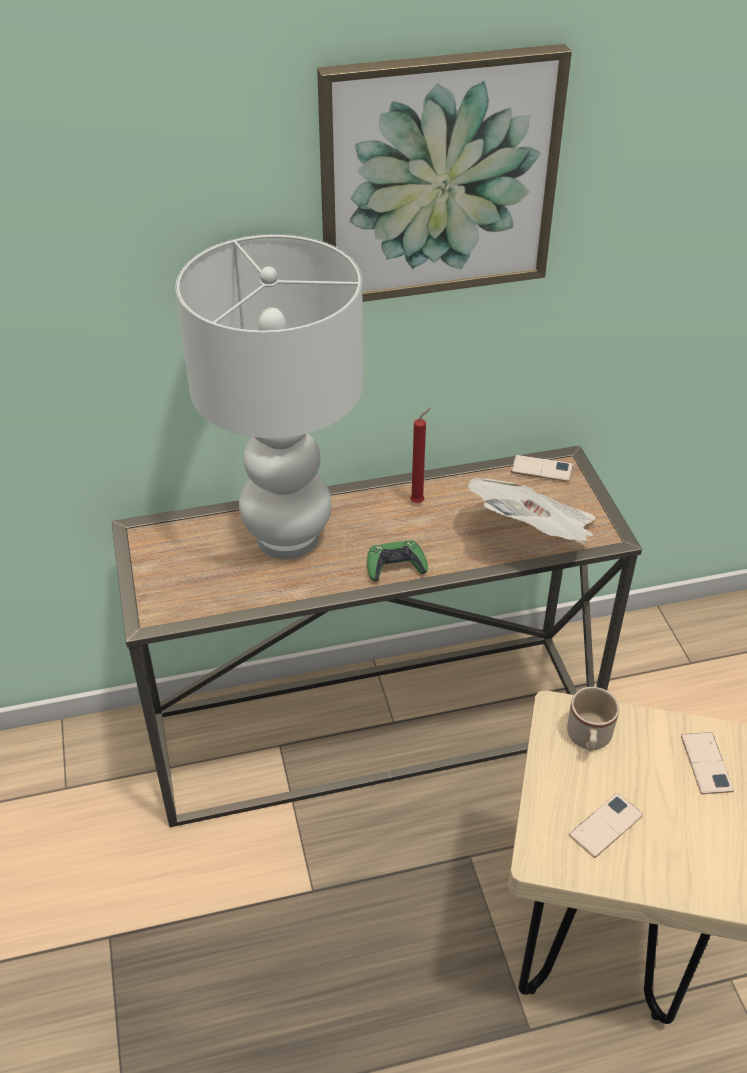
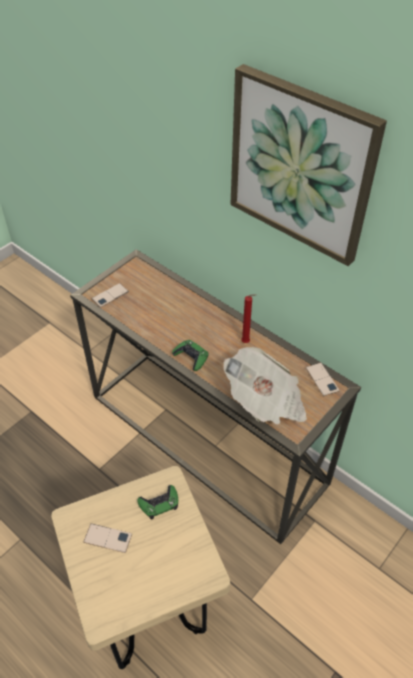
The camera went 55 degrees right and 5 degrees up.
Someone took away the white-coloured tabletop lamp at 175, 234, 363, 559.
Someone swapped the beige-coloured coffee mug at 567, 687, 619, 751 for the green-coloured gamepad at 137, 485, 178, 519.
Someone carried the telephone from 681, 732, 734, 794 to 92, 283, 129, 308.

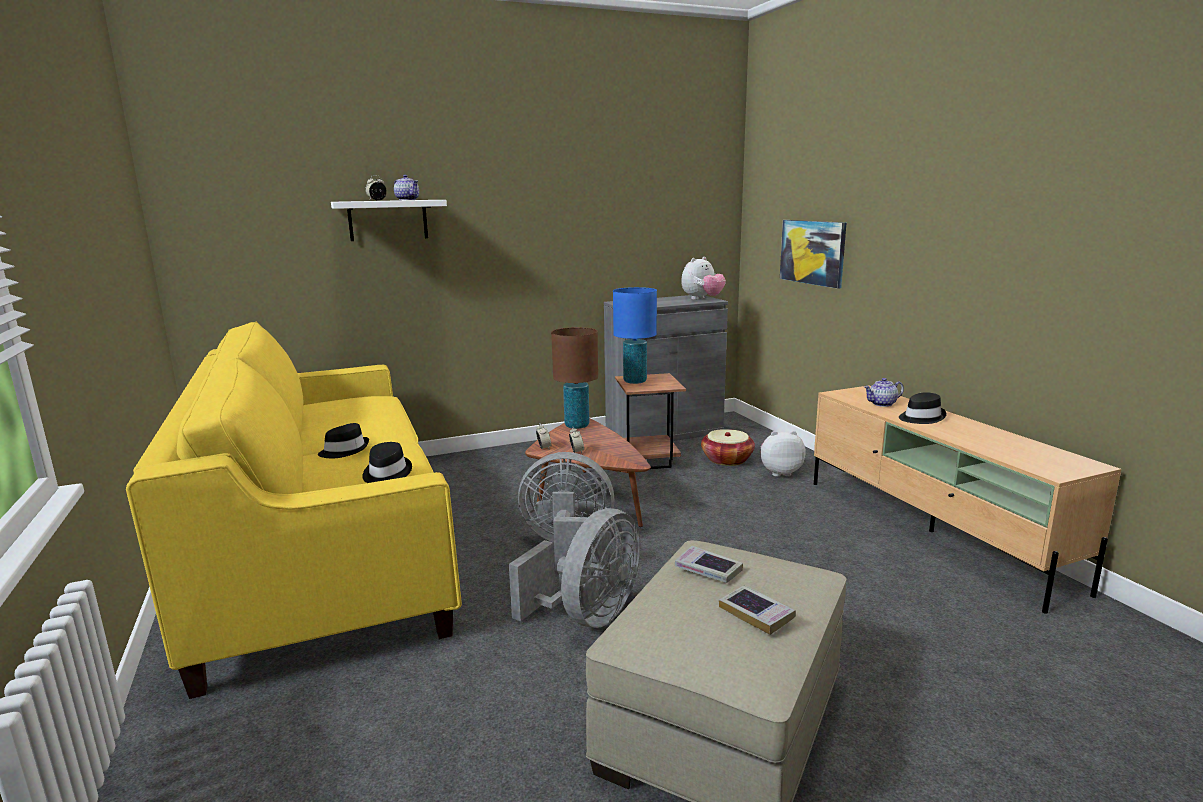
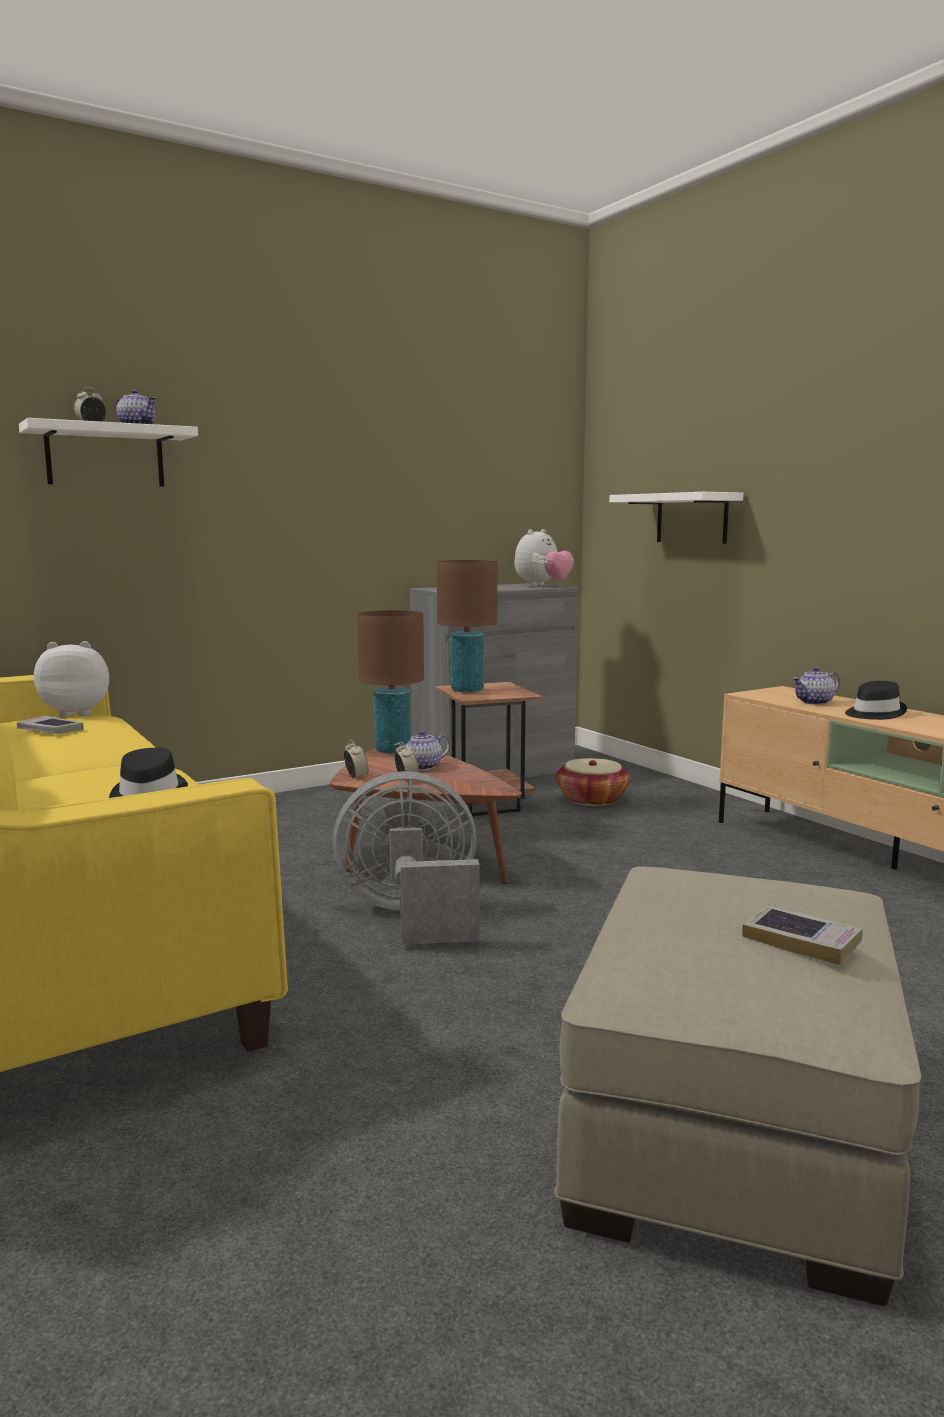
The camera went 10 degrees left and 5 degrees down.
Someone took away the blackish clothing hat at 318, 423, 369, 458.
Someone took away the grey fan at 509, 508, 640, 628.
Someone repainted the blue tabletop lamp at 613, 287, 657, 384, which became the brown-coloured tabletop lamp at 437, 560, 498, 693.
Someone carried the volume from 675, 546, 743, 583 to 17, 716, 83, 734.
Someone carried the cuddly toy from 760, 431, 806, 477 to 34, 641, 109, 717.
Someone swapped the picture at 780, 220, 846, 289 for the white-coloured wall shelf at 609, 492, 744, 544.
Someone put down the teapot at 395, 731, 450, 770.

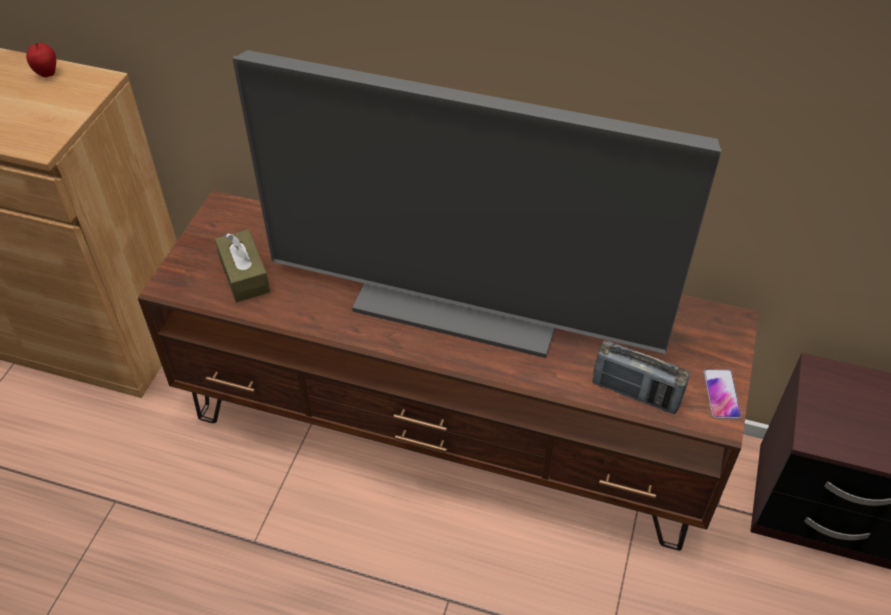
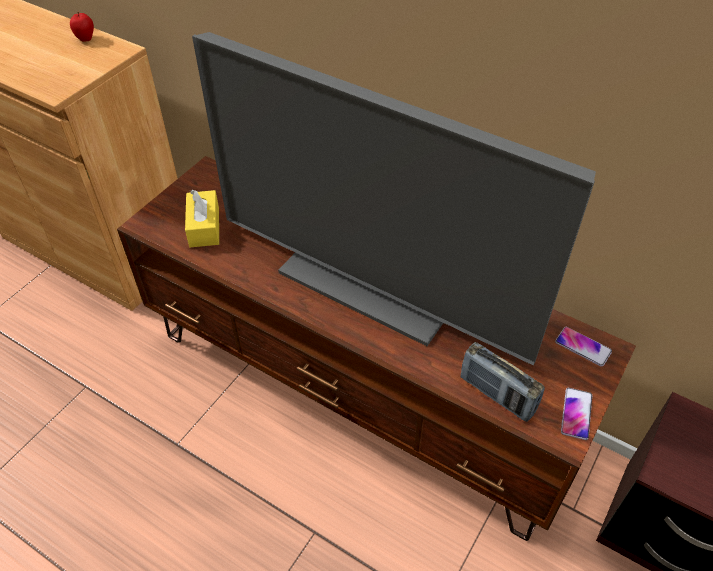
The camera went 15 degrees right and 0 degrees up.
Someone repainted the brown-coloured tissue holder at 215, 229, 270, 302, which became the yellowish tissue holder at 185, 189, 219, 247.
Someone put down the telephone at 555, 327, 612, 367.

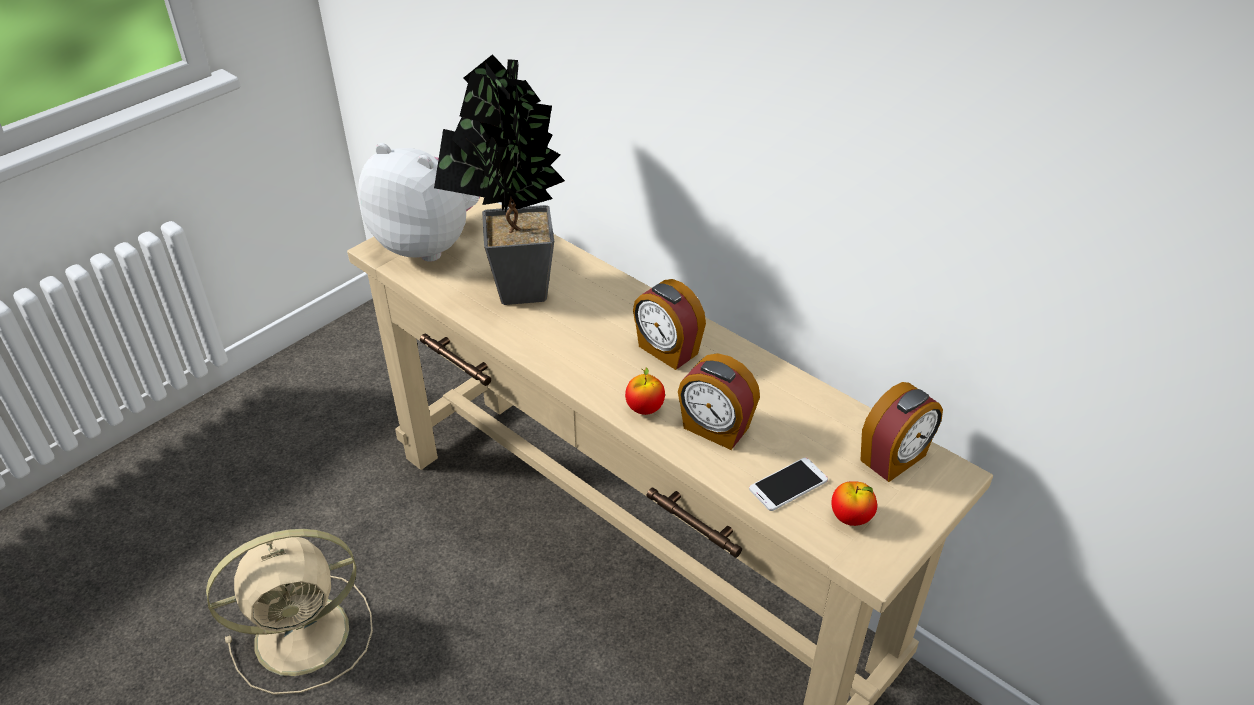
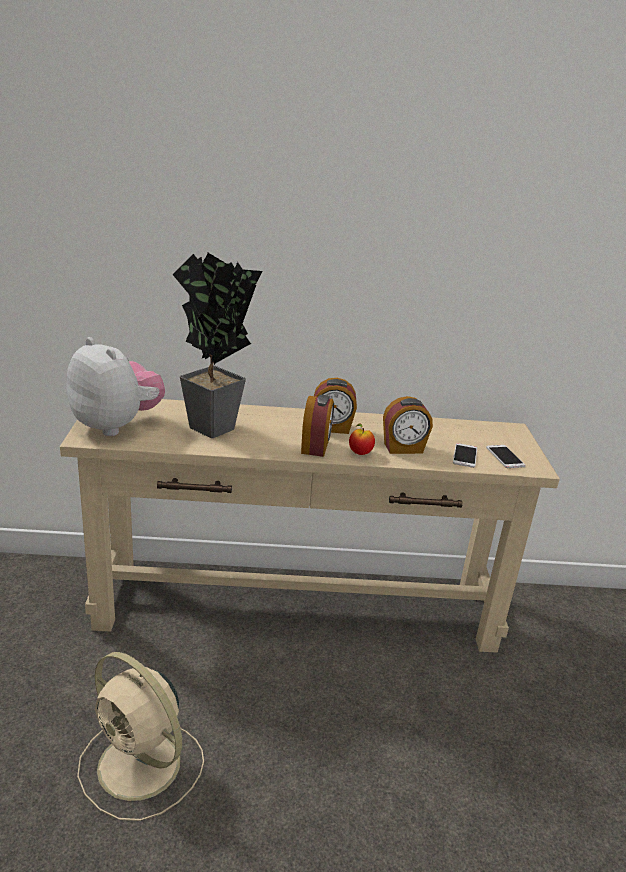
The camera went 45 degrees left and 15 degrees down.
Someone rotated the beige-coloured fan at 206, 529, 373, 695 by 105 degrees clockwise.
Someone rotated the cuddly toy at 358, 143, 480, 262 by 60 degrees clockwise.
Someone swapped the apple at 831, 481, 877, 526 for the telephone at 486, 445, 525, 468.
Someone carried the table clock from 860, 382, 943, 482 to 301, 395, 334, 457.

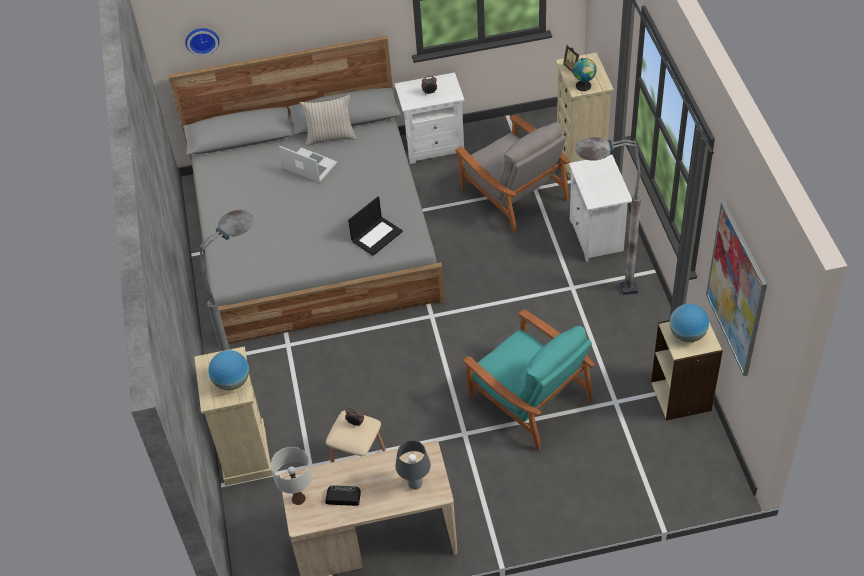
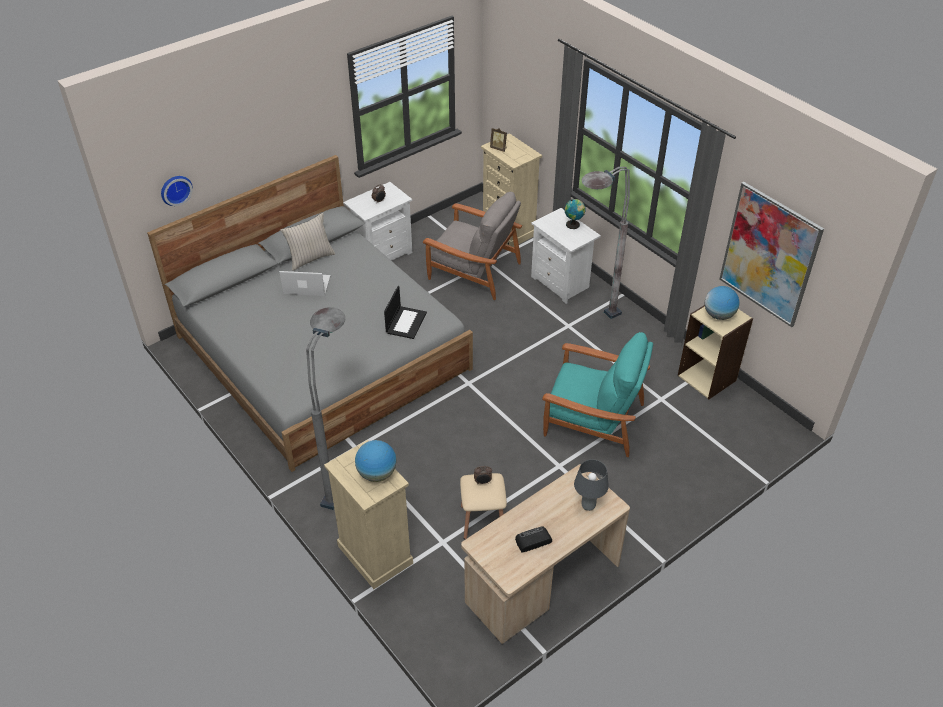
The camera went 30 degrees left and 5 degrees down.
Someone took away the white-coloured tabletop lamp at 271, 447, 312, 505.
Someone carried the globe from 573, 58, 597, 91 to 565, 199, 586, 229.

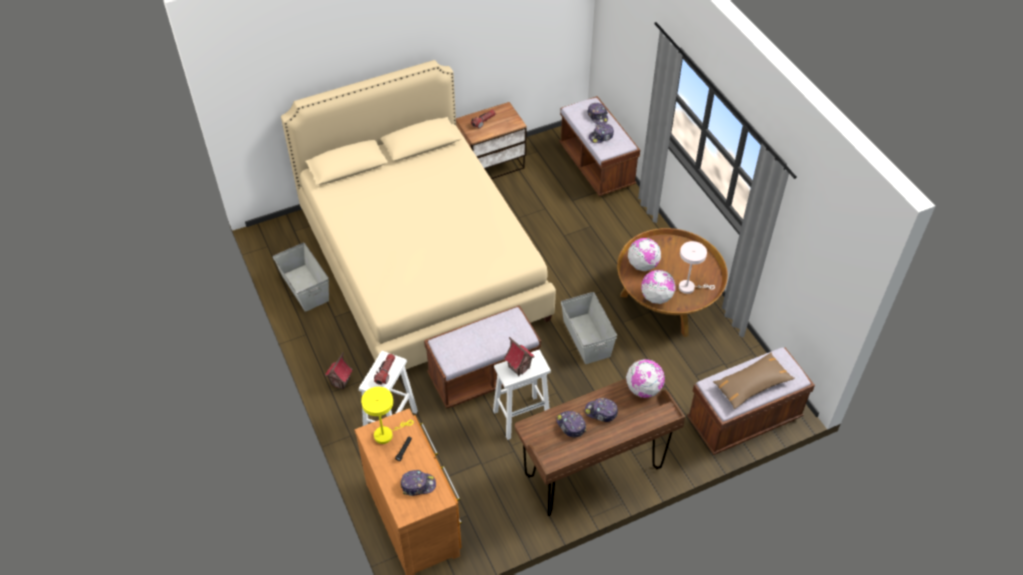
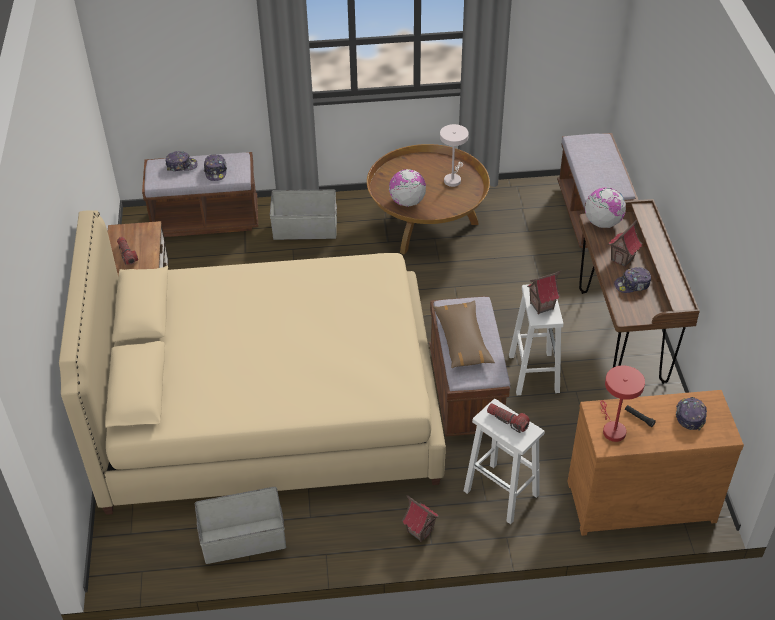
The camera went 70 degrees left and 5 degrees down.
Someone repainted the yellowish tabletop lamp at 361, 387, 414, 444, which became the red-coloured tabletop lamp at 600, 366, 645, 442.
Someone carried the grey storage bin from 561, 292, 617, 364 to 270, 189, 337, 240.
Someone swapped the baseball cap at 585, 398, 618, 422 for the toy house at 608, 220, 642, 267.
Someone took away the globe at 641, 270, 676, 304.
Someone carried the brown-coloured pillow from 713, 352, 795, 409 to 433, 301, 495, 368.

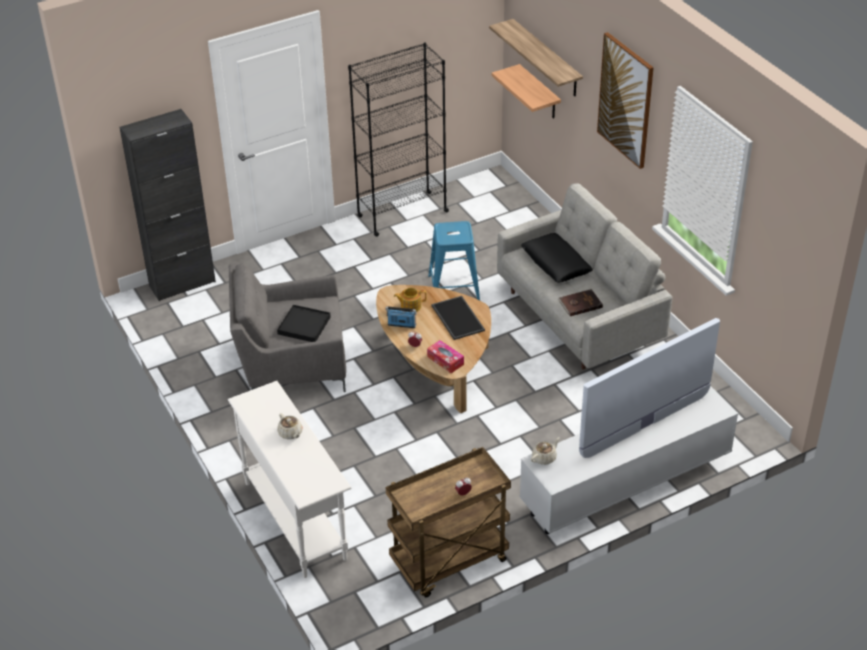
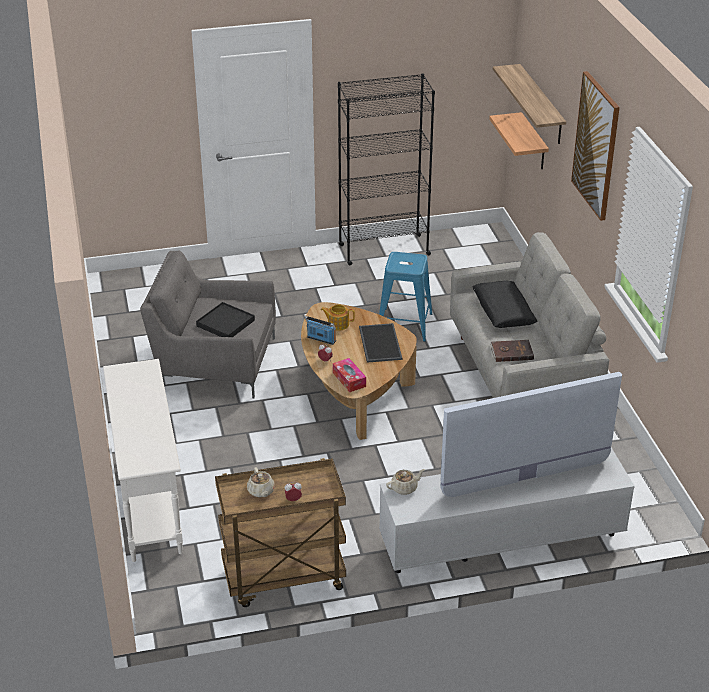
The camera went 15 degrees right and 5 degrees down.
Someone took away the blackish cupboard at 120, 109, 216, 301.
Someone carried the beige-coloured teapot from 277, 413, 303, 439 to 247, 467, 275, 498.

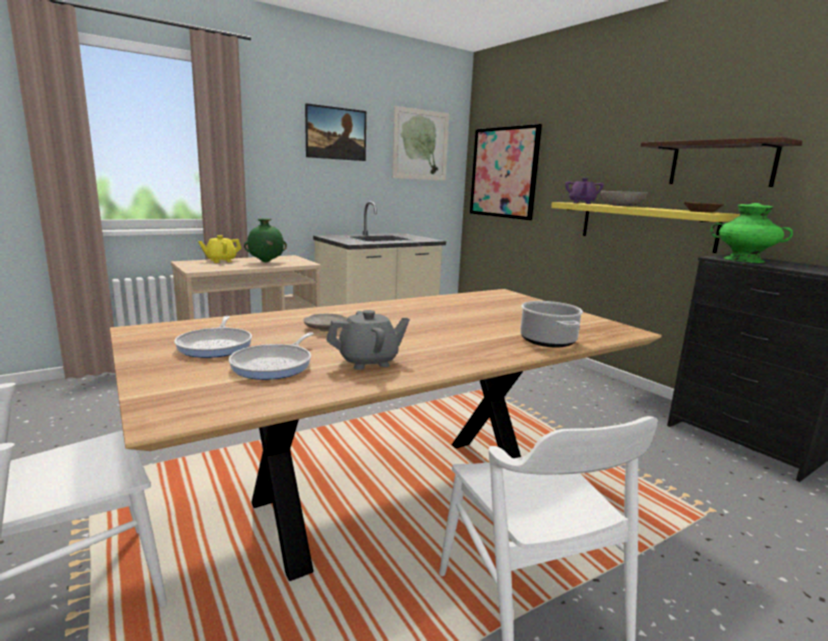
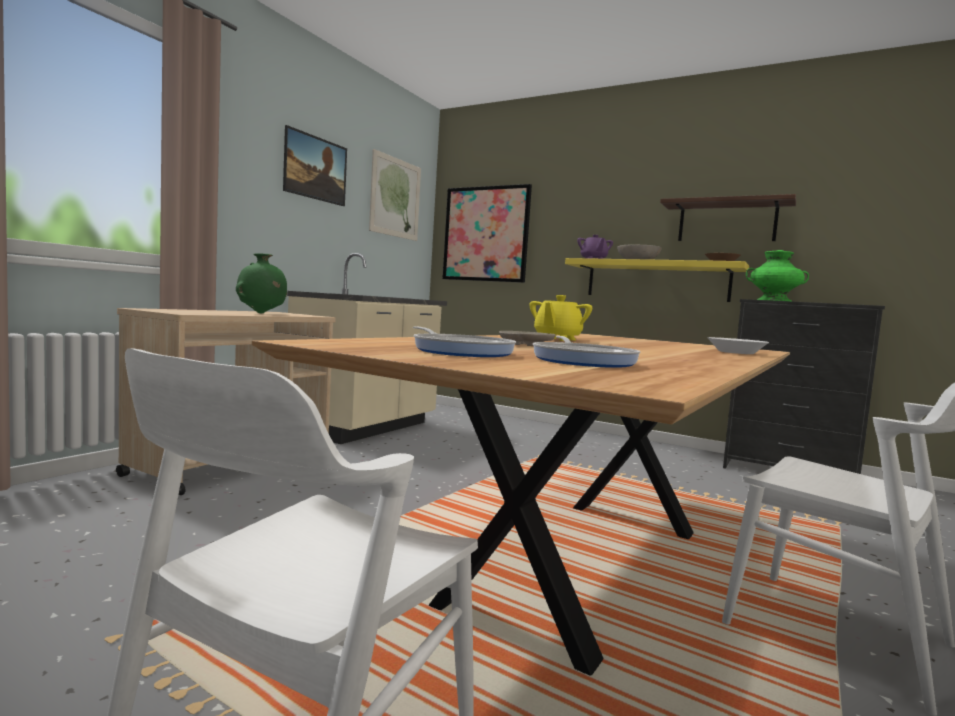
The camera went 25 degrees left and 10 degrees down.
Someone carried the yellowish teapot from 198, 235, 242, 263 to 530, 295, 592, 341.
Someone took away the grey teapot at 326, 310, 410, 370.
Someone swapped the stockpot at 520, 301, 583, 348 for the white-coloured deep dish at 707, 337, 769, 354.

